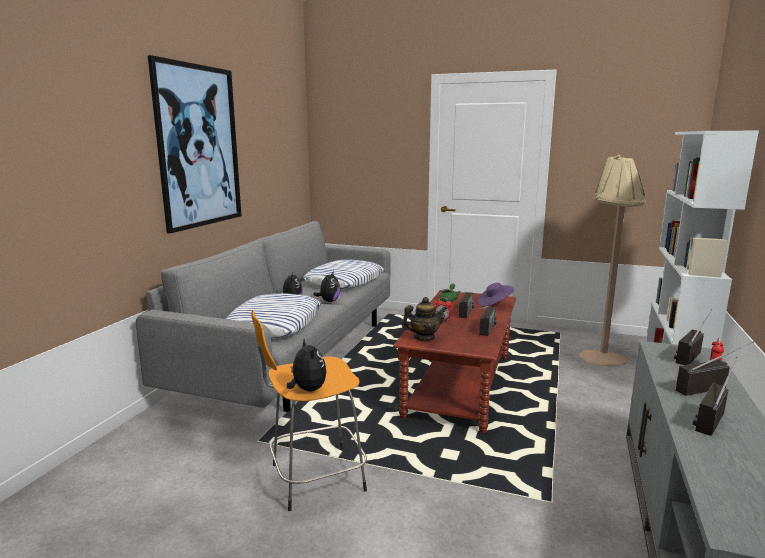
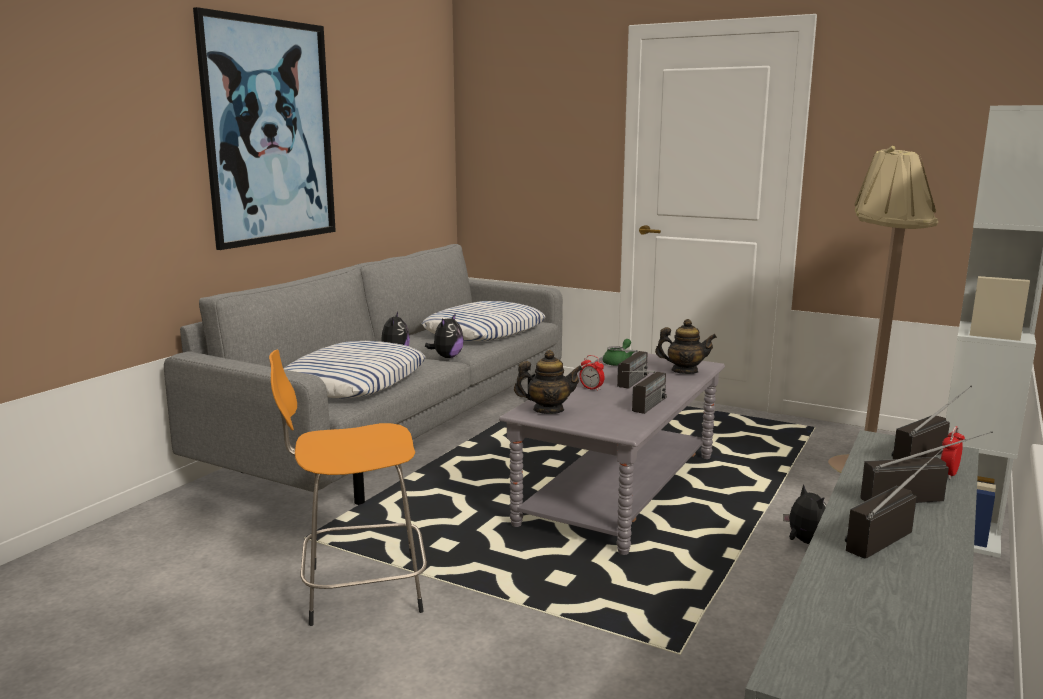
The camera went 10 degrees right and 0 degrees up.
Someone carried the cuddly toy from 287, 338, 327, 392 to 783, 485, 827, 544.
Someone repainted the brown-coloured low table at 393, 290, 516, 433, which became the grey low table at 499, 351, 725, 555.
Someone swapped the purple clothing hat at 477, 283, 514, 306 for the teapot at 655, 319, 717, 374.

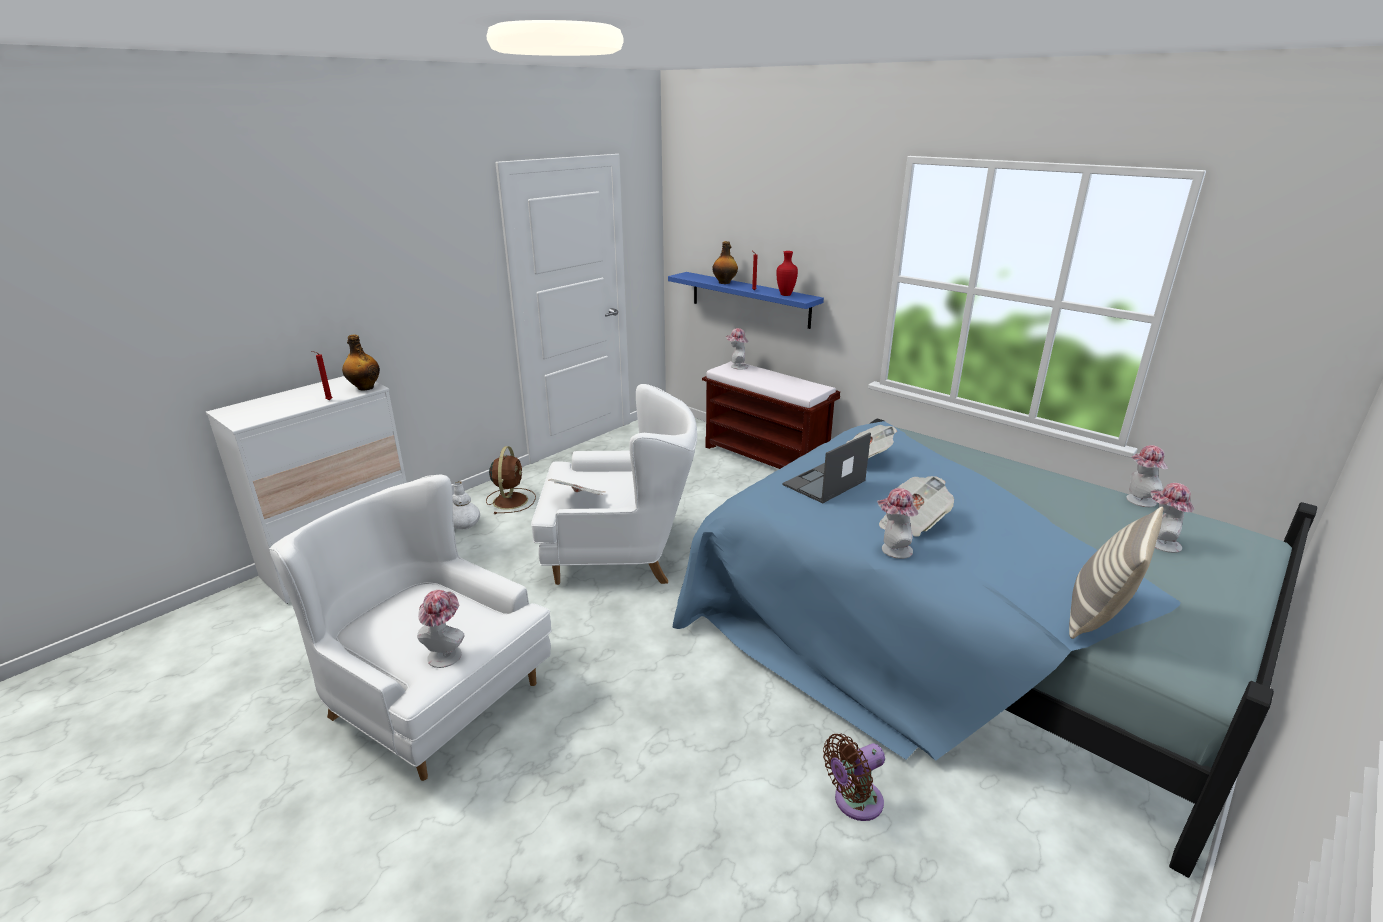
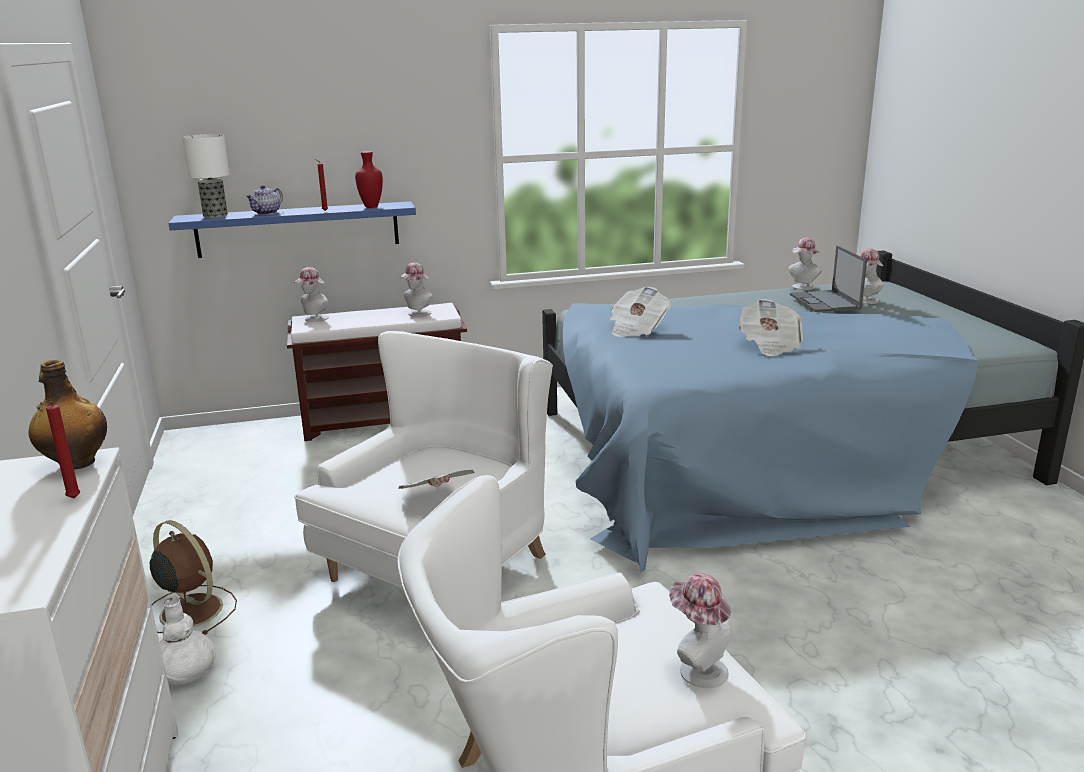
The camera went 55 degrees left and 5 degrees down.
Someone swapped the beverage bottle at 712, 241, 738, 284 for the teapot at 246, 185, 283, 215.
Someone carried the notebook computer from 782, 432, 871, 503 to 790, 245, 867, 312.
Someone took away the brown-coloured fan at 823, 734, 885, 821.
Someone carried the clothing hat from 877, 488, 918, 559 to 401, 263, 433, 317.
Someone took away the pillow at 1069, 507, 1164, 639.
Someone put down the tabletop lamp at 182, 134, 230, 218.

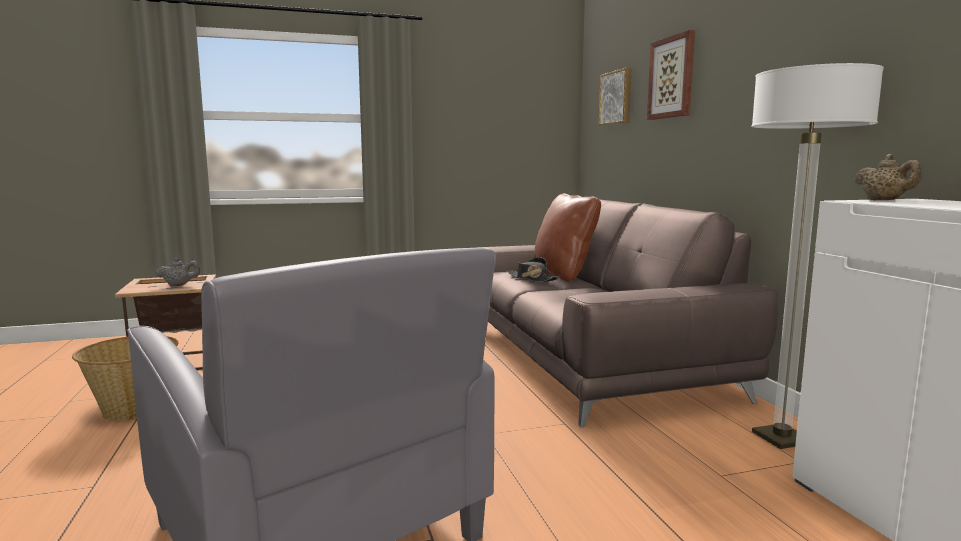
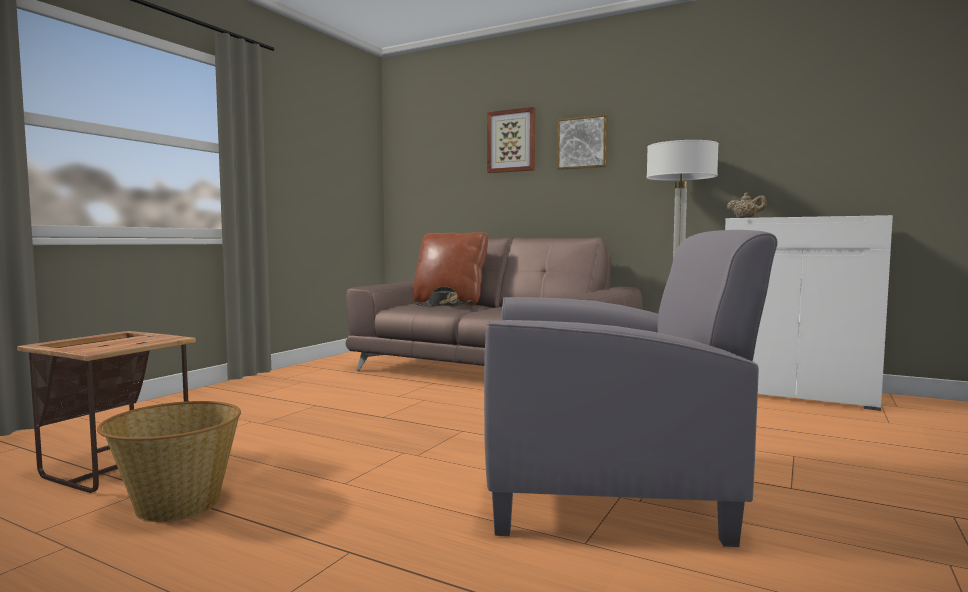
The camera went 45 degrees left and 5 degrees down.
Someone took away the grey teapot at 156, 258, 200, 286.
Someone carried the picture from 599, 67, 632, 126 to 557, 114, 608, 170.

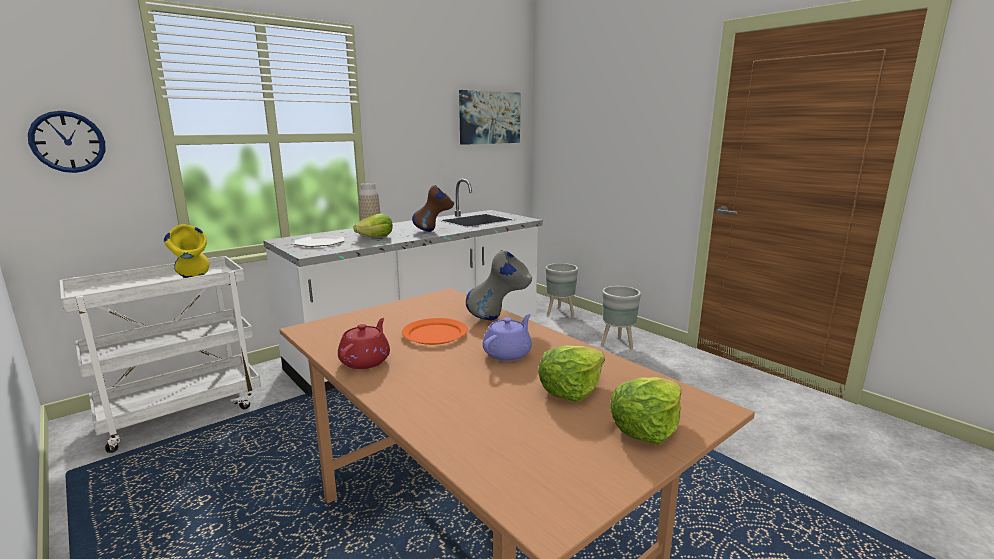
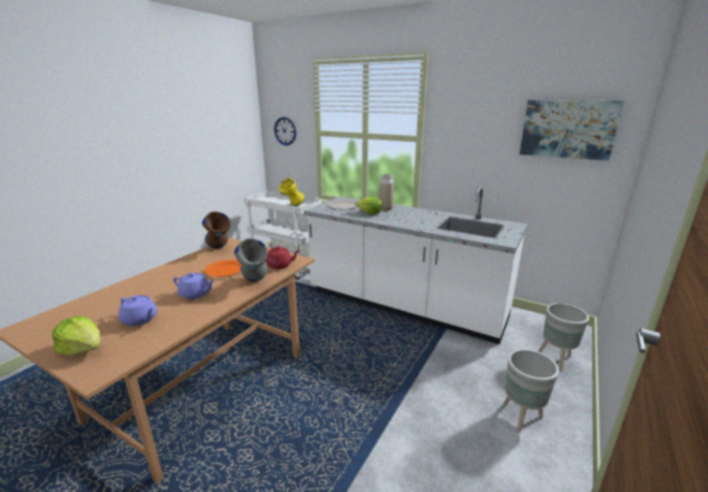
The camera went 70 degrees right and 5 degrees up.
Someone carried the red-coloured teapot from 338, 318, 390, 369 to 265, 246, 301, 269.
Someone carried the brown-coloured decorative vase from 412, 185, 454, 232 to 202, 211, 231, 249.
Someone swapped the lettuce at 538, 345, 605, 402 for the purple teapot at 118, 295, 157, 326.

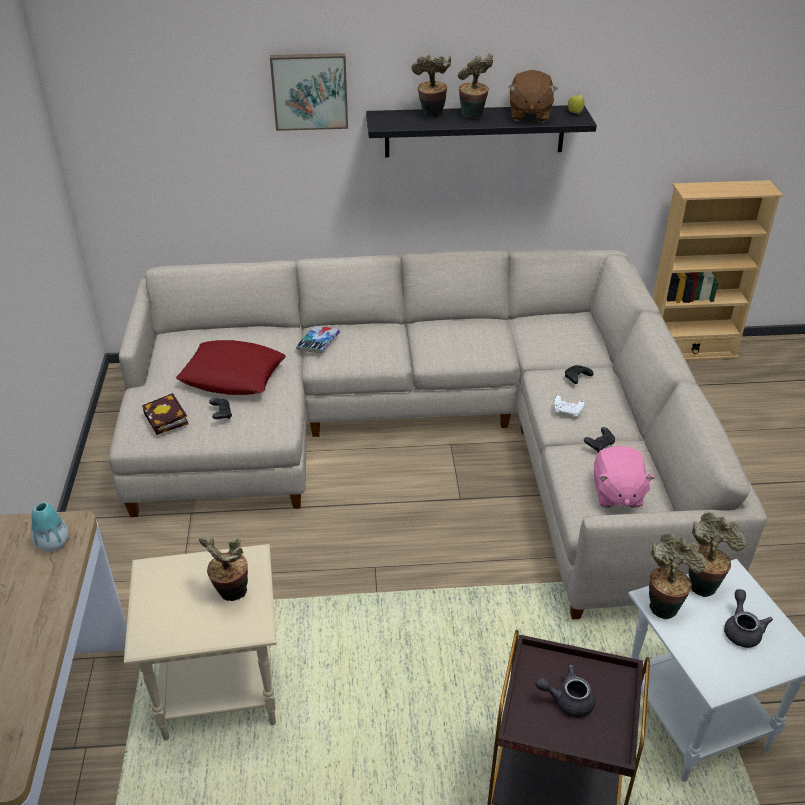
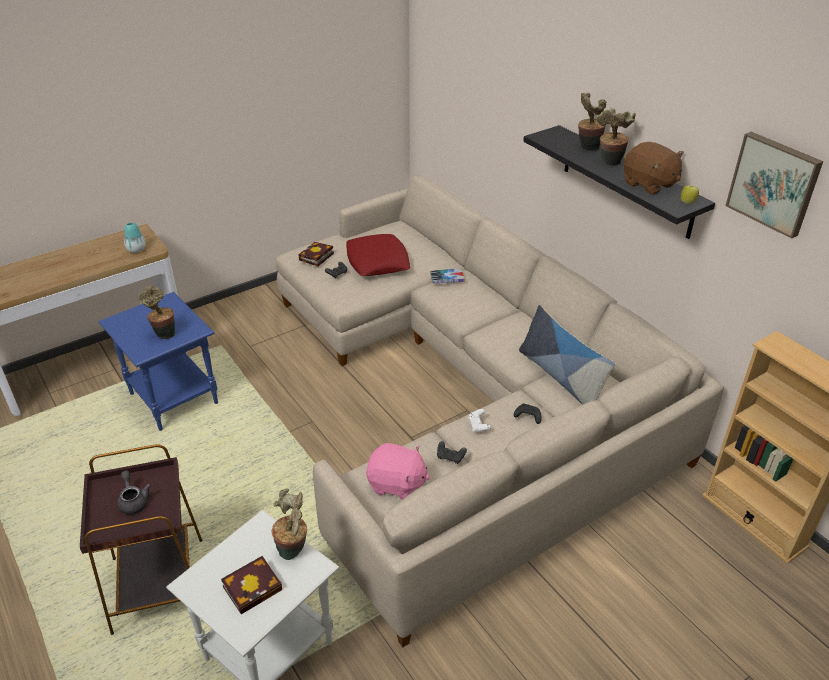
The camera went 60 degrees right and 0 degrees up.
Someone repainted the beige-coloured accent table at 124, 544, 277, 741, which became the blue accent table at 98, 292, 218, 431.
Someone carried the picture from 270, 53, 348, 131 to 725, 132, 823, 239.
Someone rotated the brown-coloured cuddly toy at 509, 70, 558, 122 by 105 degrees counterclockwise.
Someone rotated the pinkish cuddly toy at 594, 446, 655, 508 by 135 degrees counterclockwise.
Someone took away the potted plant at 649, 533, 706, 619.
Someone swapped the grey teapot at 724, 589, 773, 648 for the volume at 221, 556, 282, 614.
Someone put down the pillow at 519, 305, 615, 404.

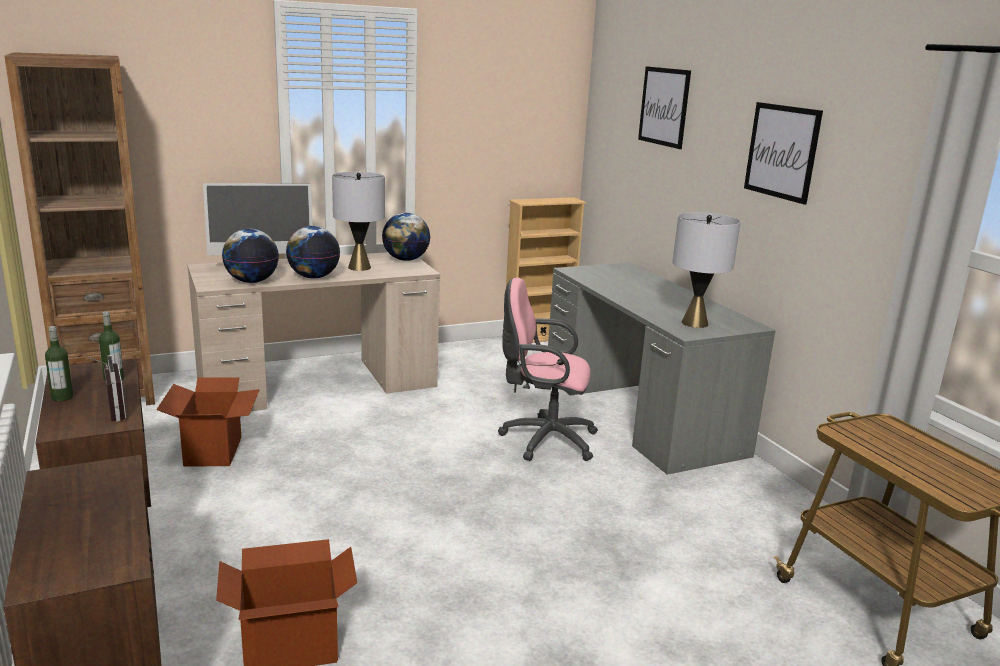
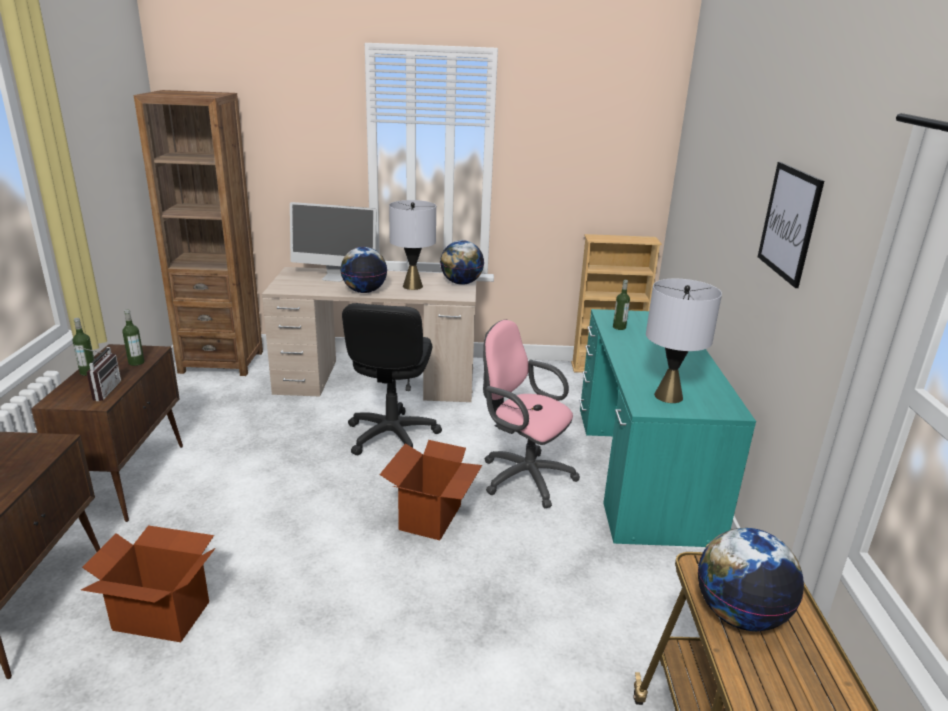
The camera went 25 degrees right and 5 degrees up.
Someone carried the carton from 156, 377, 260, 467 to 379, 440, 482, 540.
Someone carried the globe from 222, 229, 279, 283 to 698, 528, 804, 631.
Someone repainted the grey desk unit at 548, 262, 776, 475, which became the turquoise desk unit at 579, 309, 756, 547.
Someone took away the picture at 638, 66, 691, 149.
Someone put down the blackish desk chair at 342, 303, 442, 455.
Someone put down the beverage bottle at 613, 280, 630, 330.

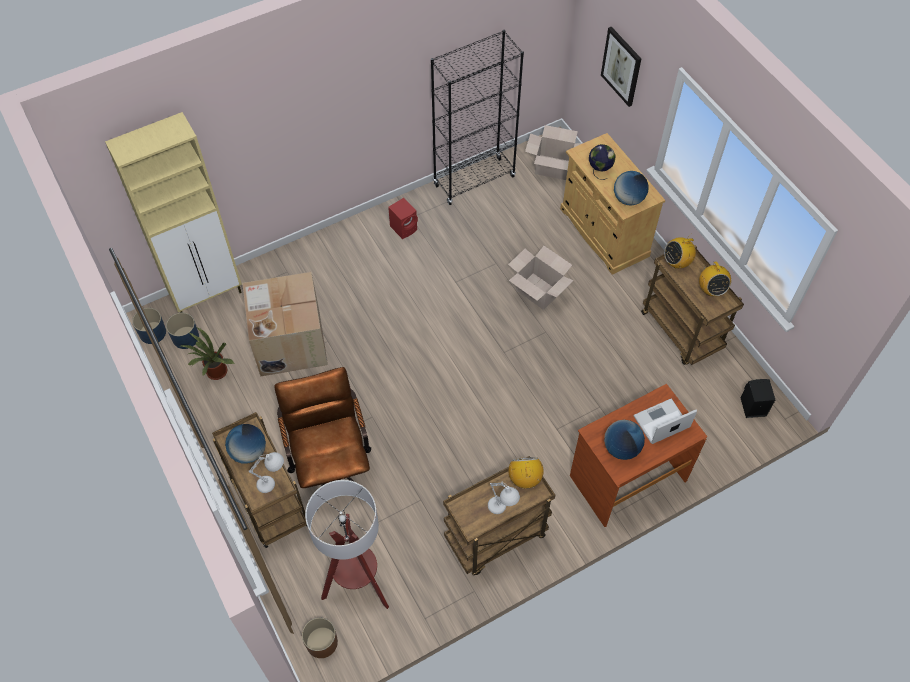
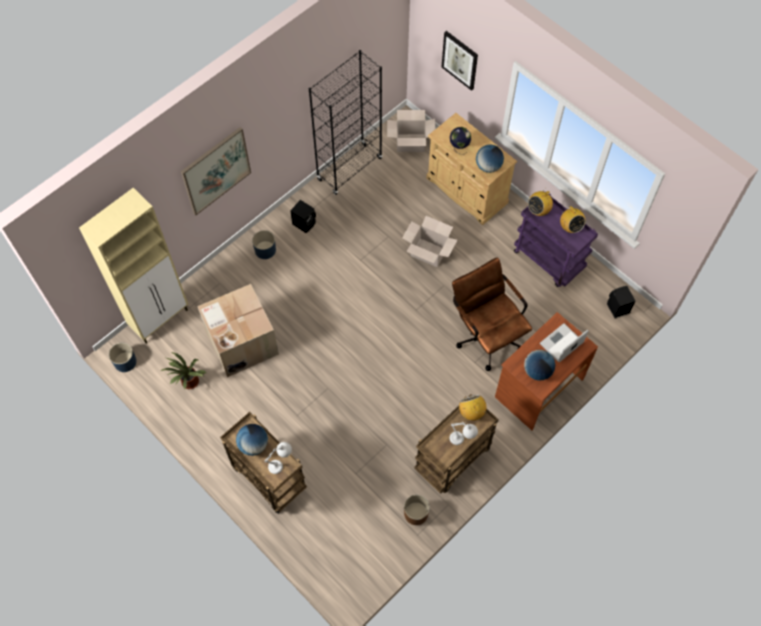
The camera went 15 degrees left and 5 degrees up.
Someone carried the blue planter from 166, 313, 199, 349 to 252, 230, 276, 259.
Someone carried the brown-coloured desk chair from 274, 367, 371, 488 to 452, 257, 532, 371.
Someone carried the brown-coloured planter from 302, 618, 338, 658 to 404, 495, 430, 525.
Someone took away the standard lamp at 305, 480, 389, 609.
Someone repainted the red-coloured loudspeaker at 388, 198, 418, 239, which became the blackish loudspeaker at 290, 200, 316, 233.
Someone repainted the brown-coloured trolley at 641, 245, 744, 365, which became the purple trolley at 514, 191, 598, 287.
Someone put up the picture at 181, 127, 251, 215.

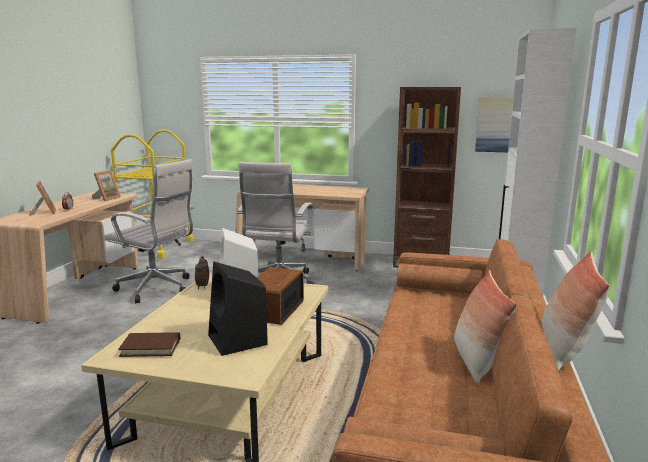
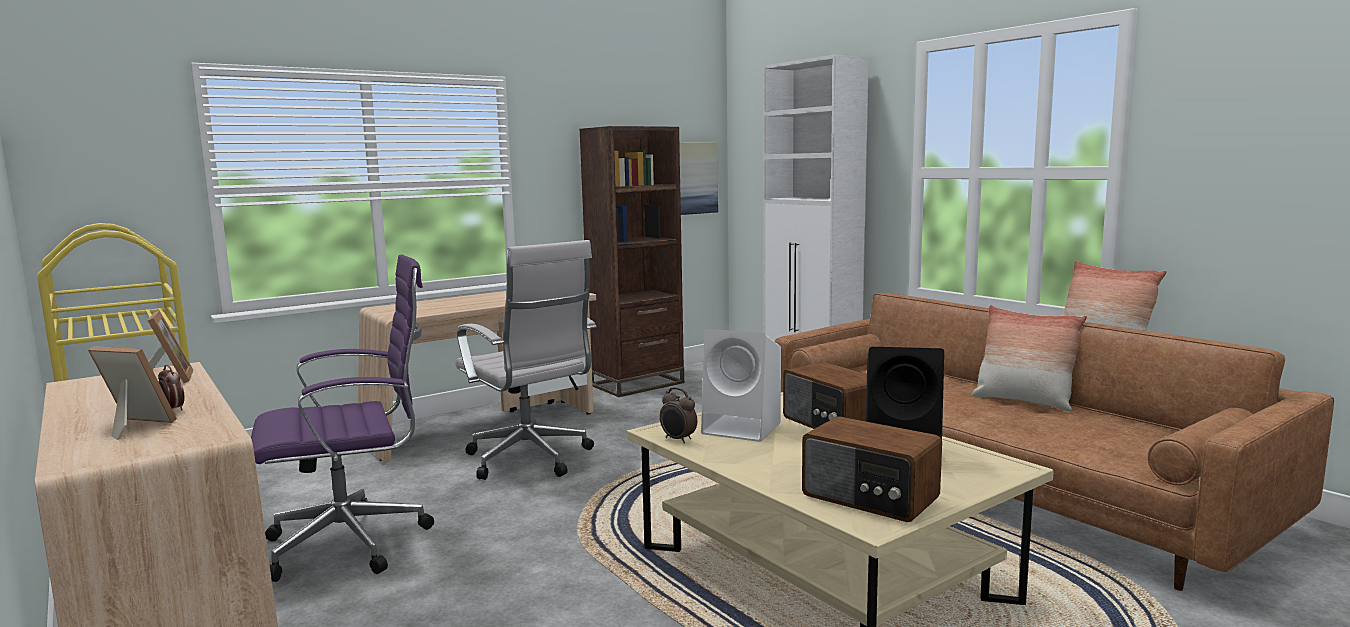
The camera went 50 degrees left and 5 degrees down.
Someone repainted the white-coloured desk chair at 104, 159, 194, 303, which became the purple desk chair at 251, 255, 434, 582.
Someone swapped the brown-coloured volume at 118, 332, 180, 357 for the radio receiver at 802, 416, 942, 522.

